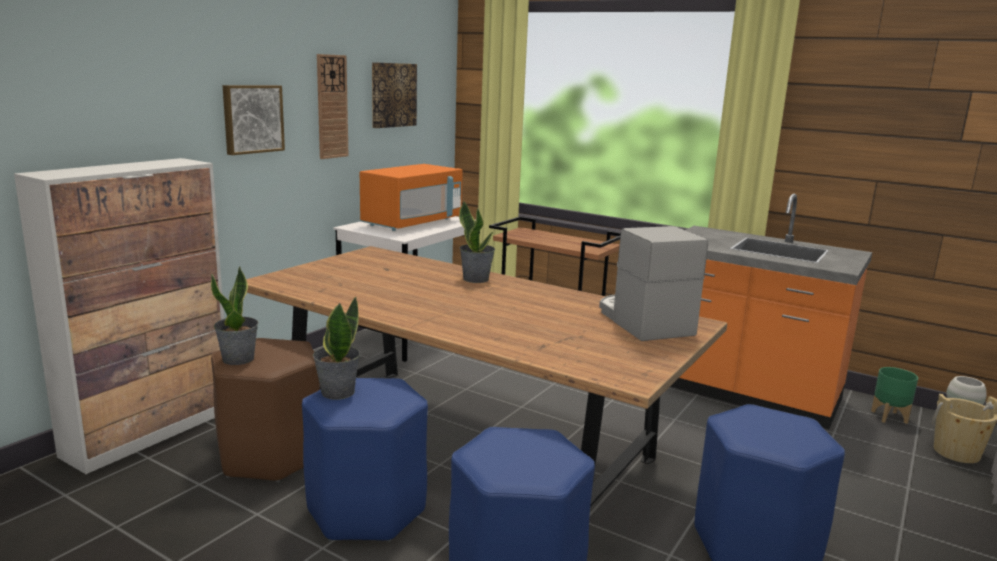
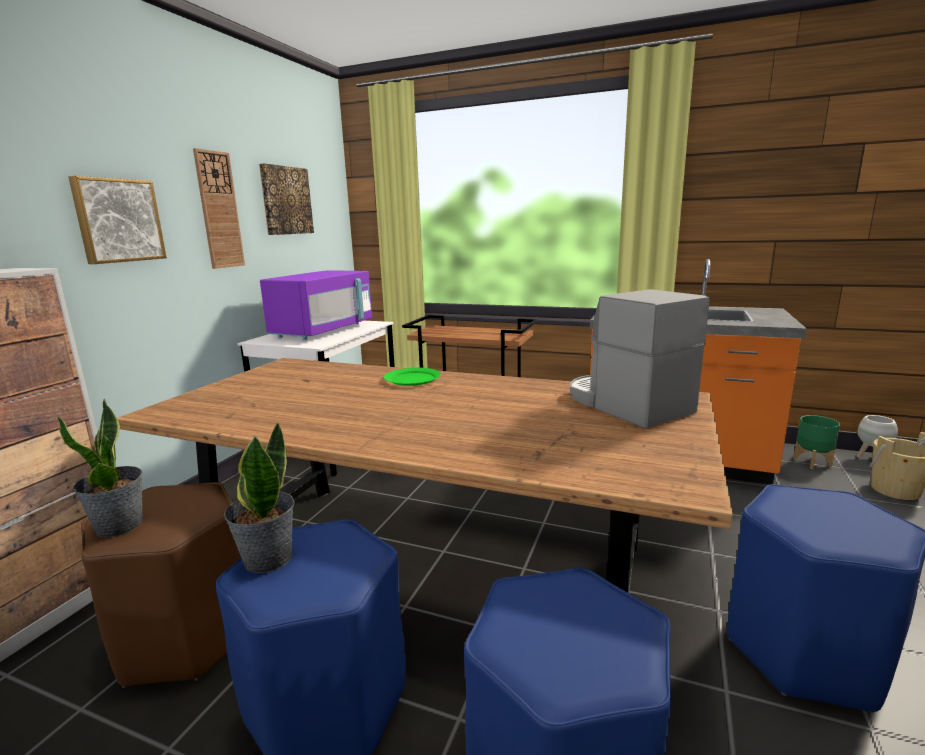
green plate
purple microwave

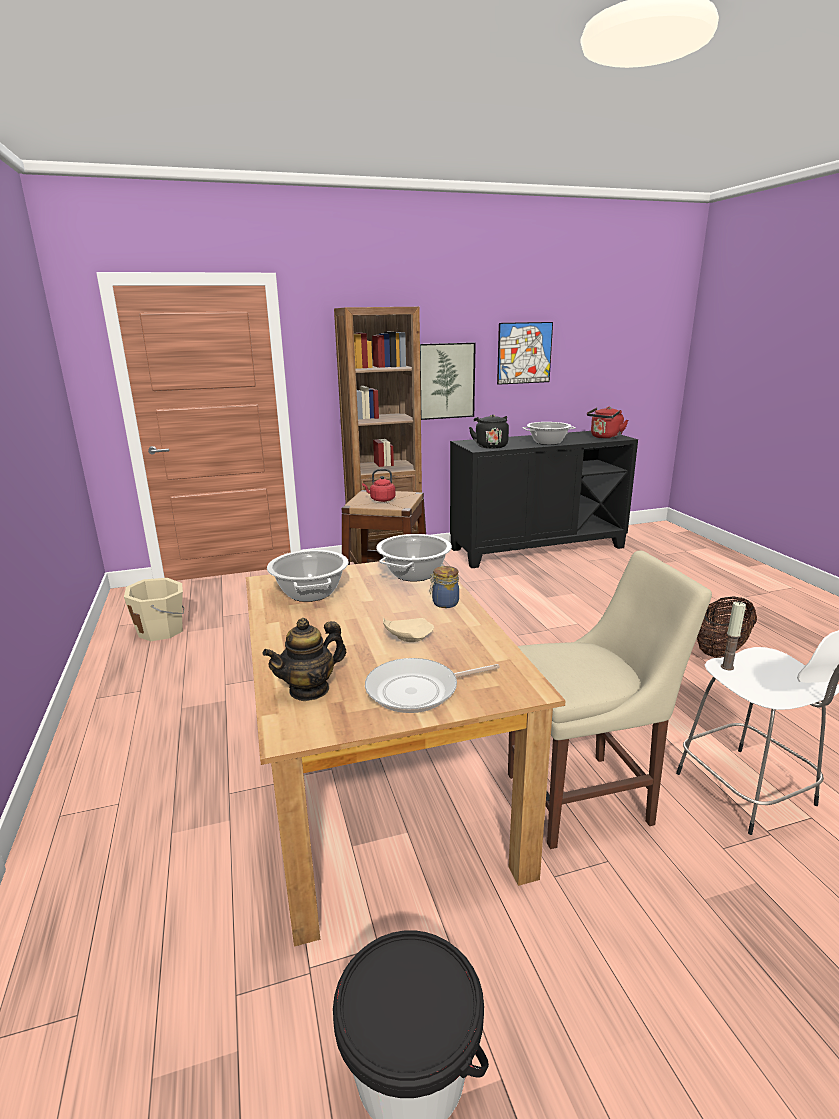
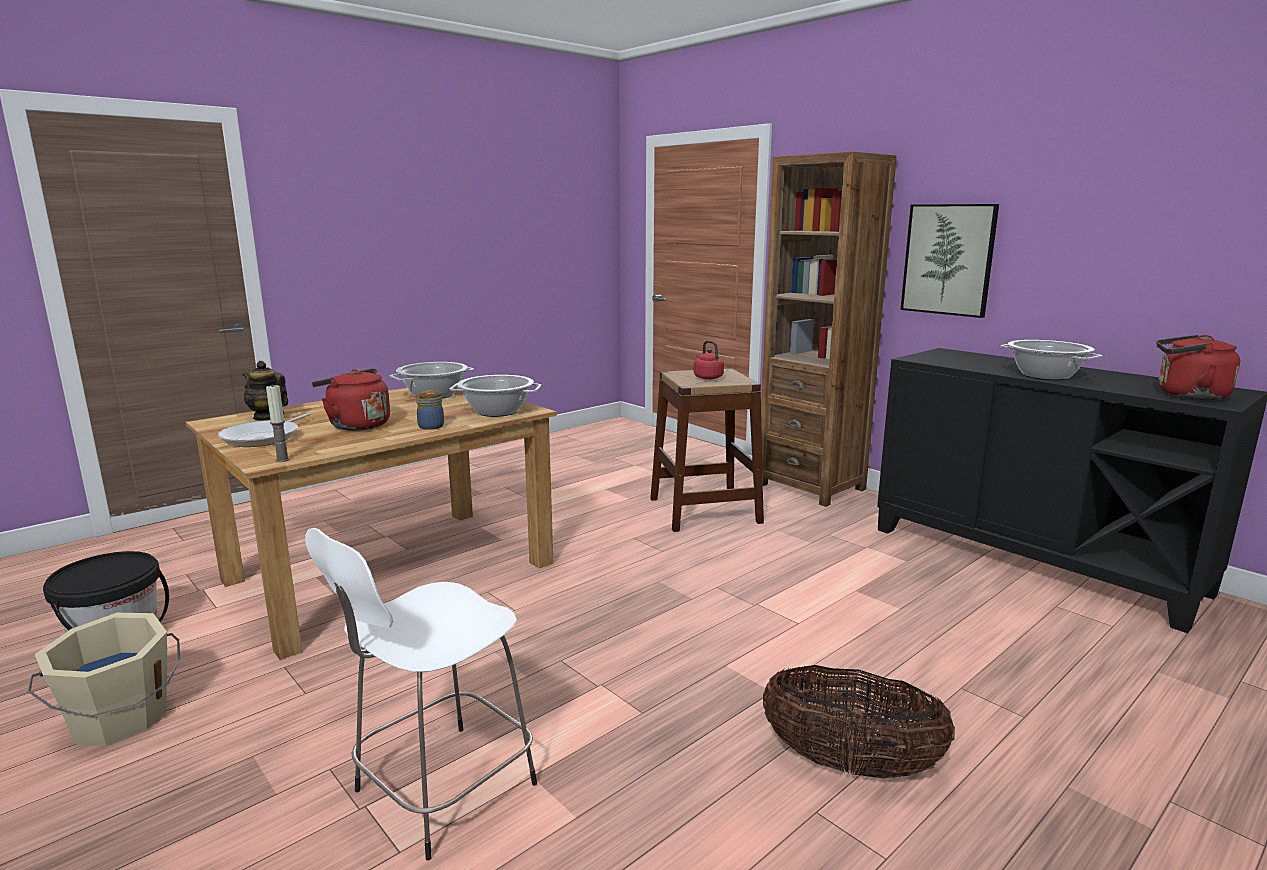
black kettle
picture (2nd from left in the first image)
beige chair
beige bucket
candle
red kettle (1st from left)
frying pan

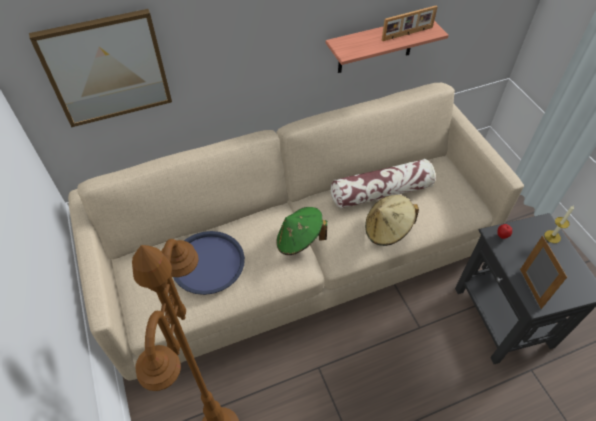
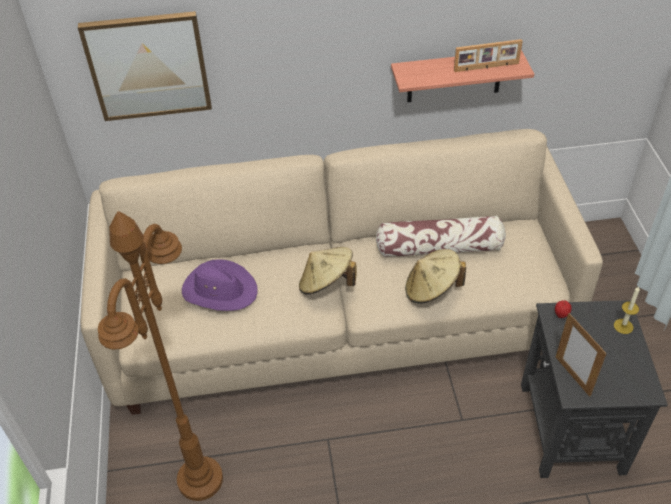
purple hat
beige hat (1st from left)
picture frame (2nd from left)

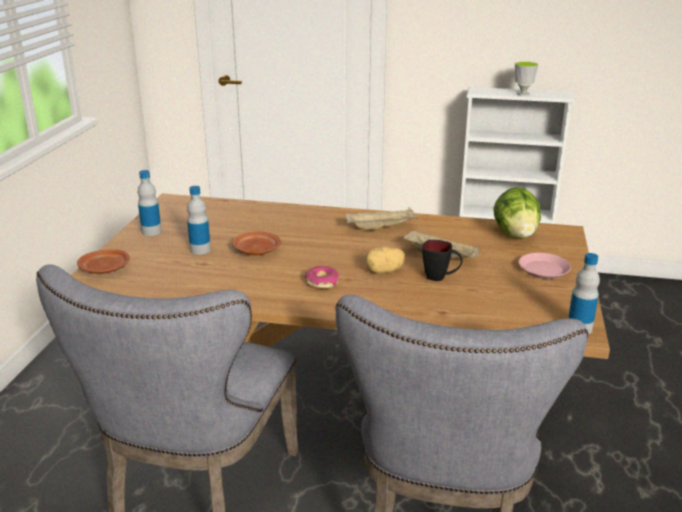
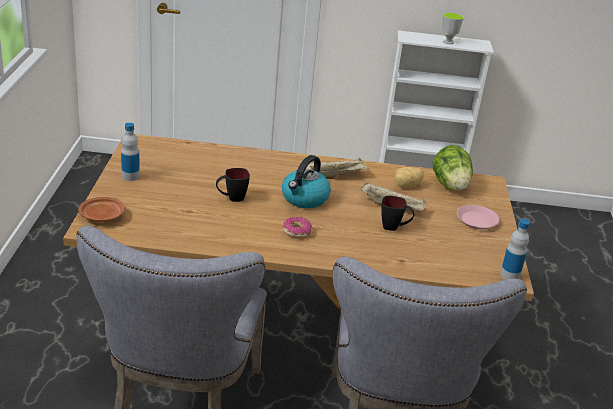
bottle (2nd from left in the first image)
kettle
potato
black mug (1st from left)

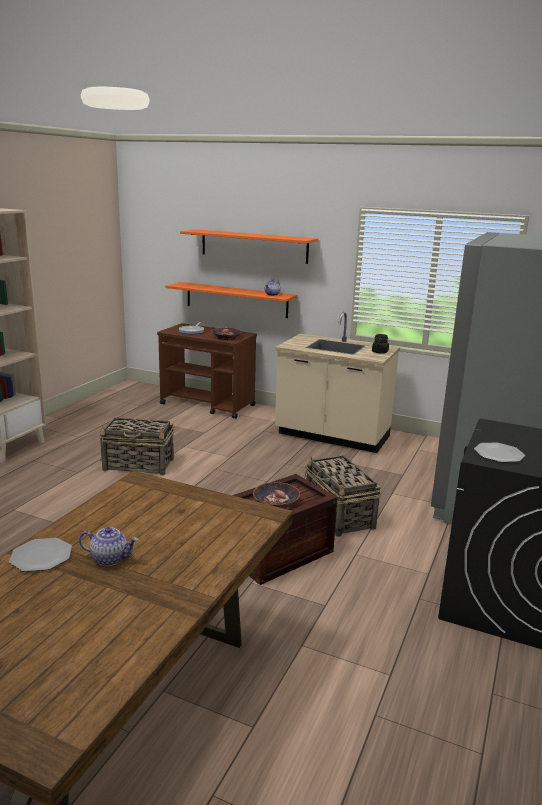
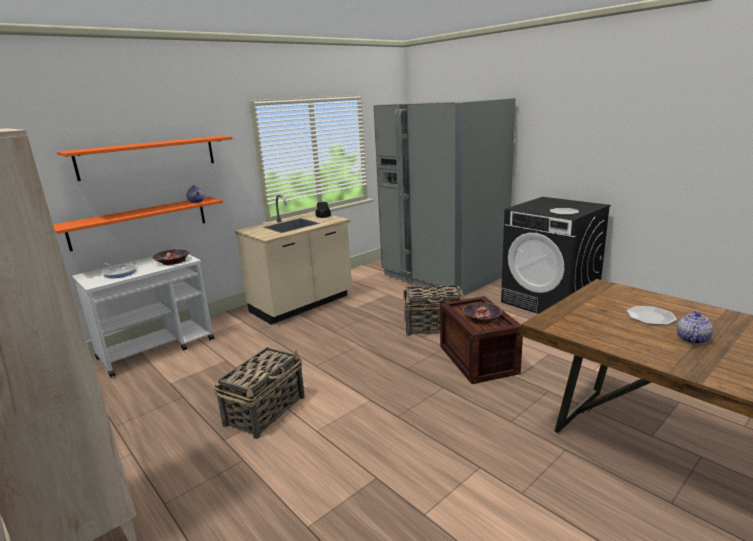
plate (2nd from left)
white cart

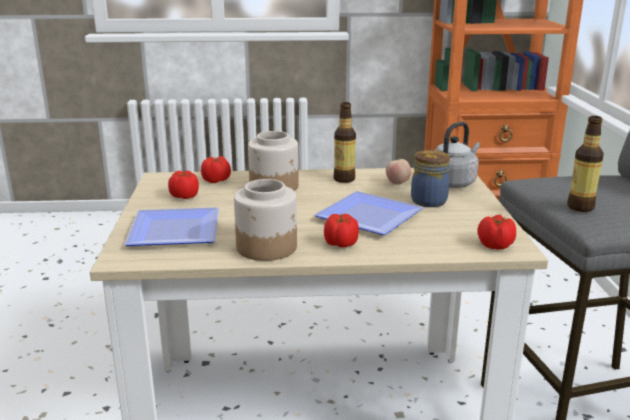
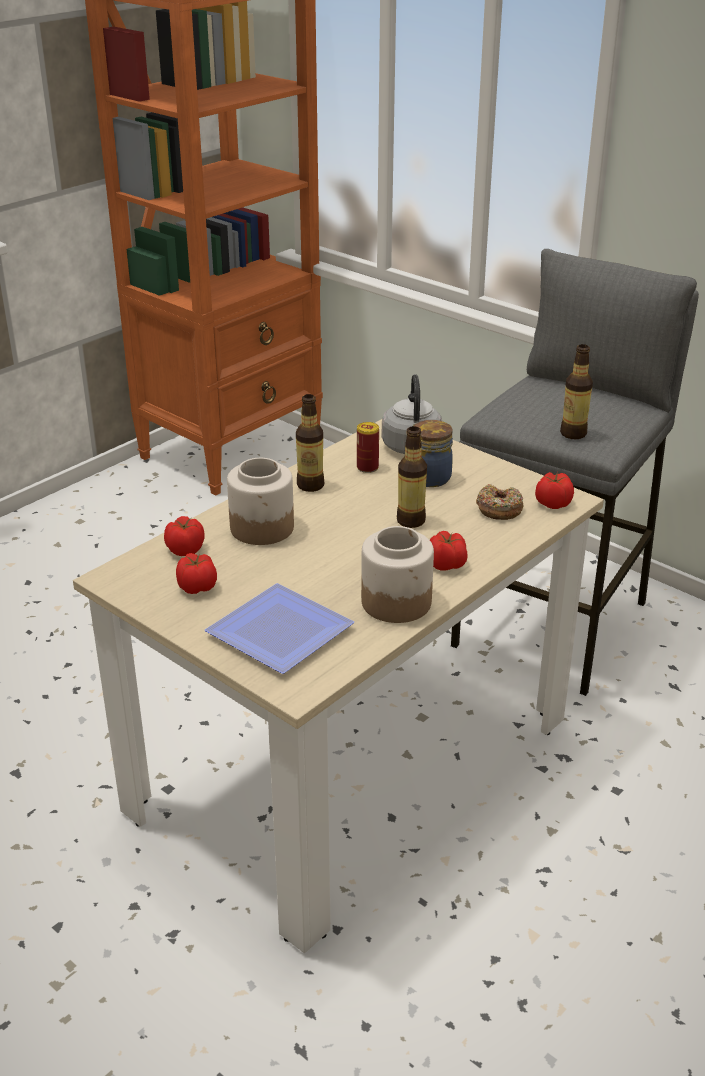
donut
bottle (2nd from left)
can

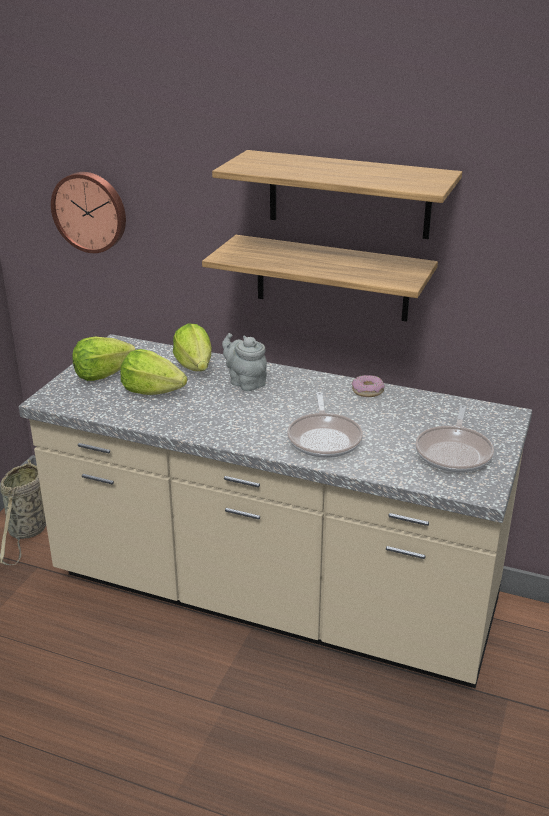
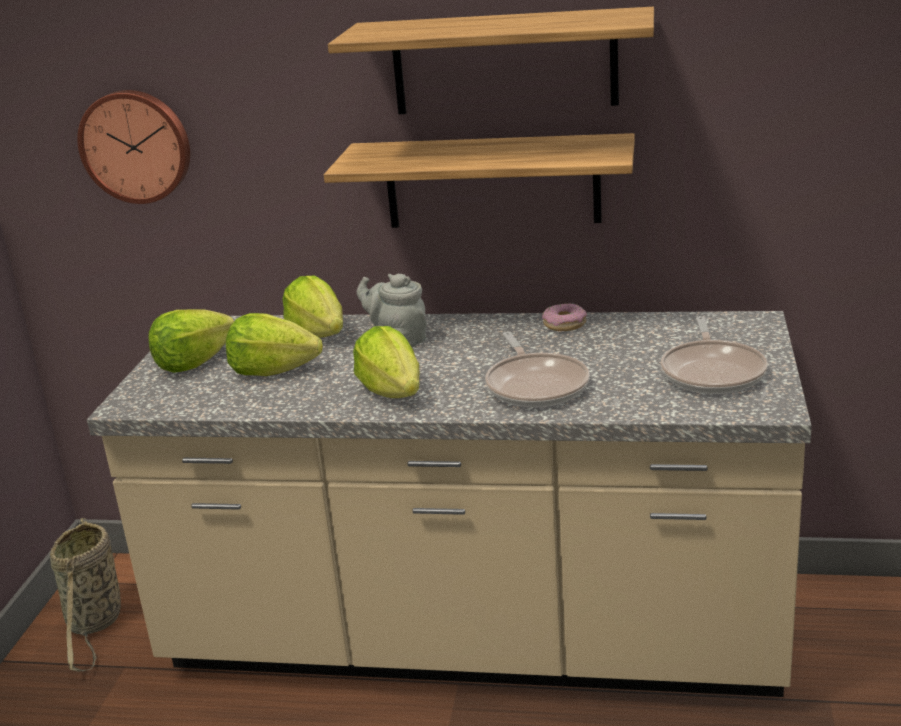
lettuce (4th from left)

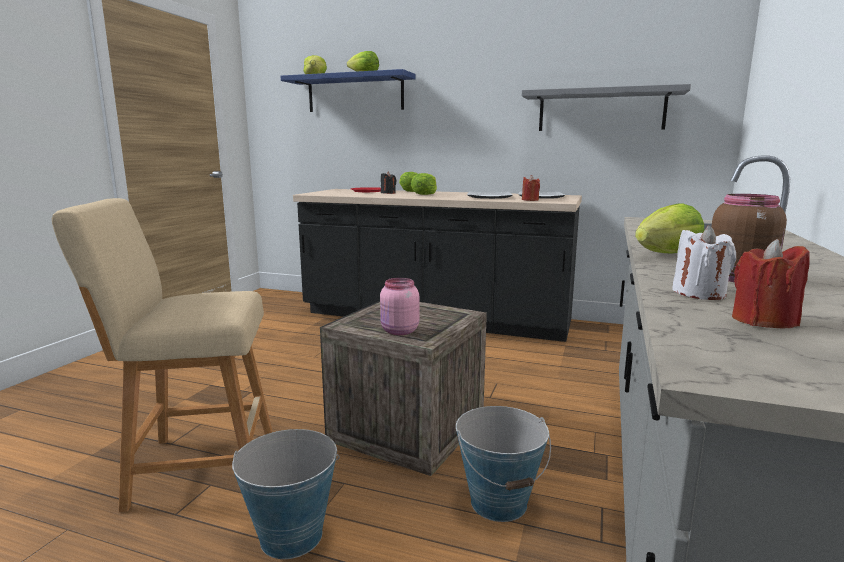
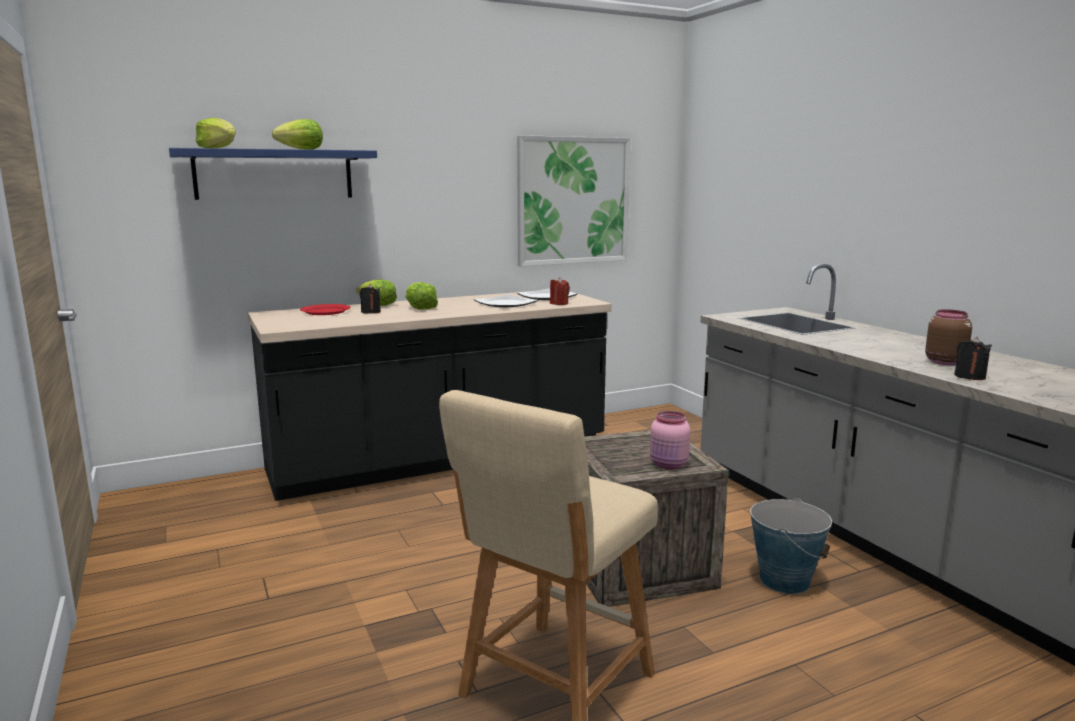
bucket (1st from left in the first image)
lettuce (5th from left in the first image)
red candle (2nd from left in the first image)
picture
black candle (2nd from left)

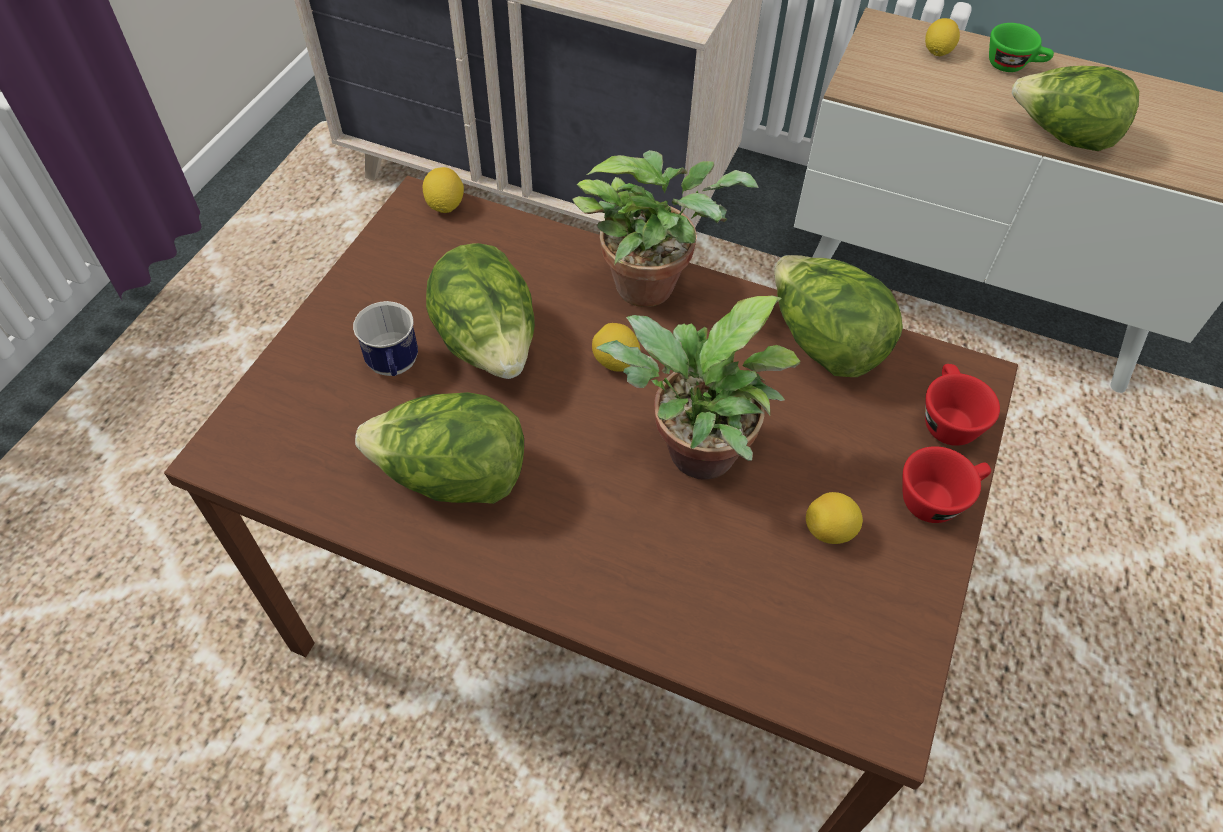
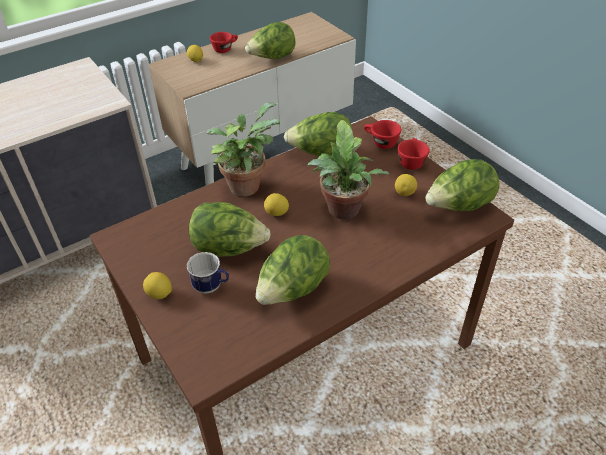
lettuce (5th from left)
lemon (1st from left)
red cup (1st from left)

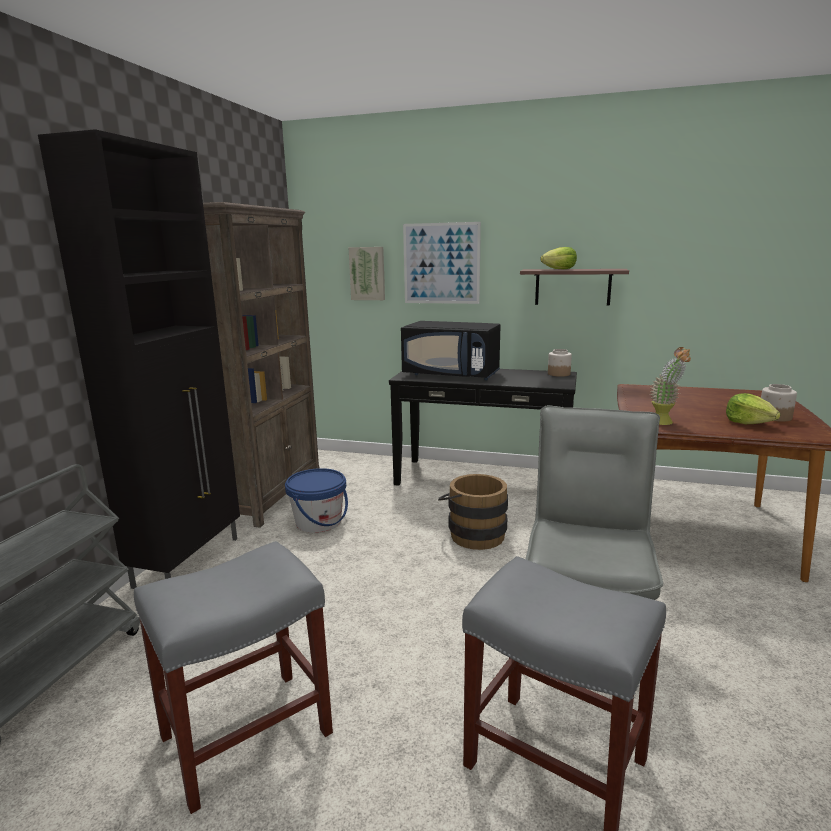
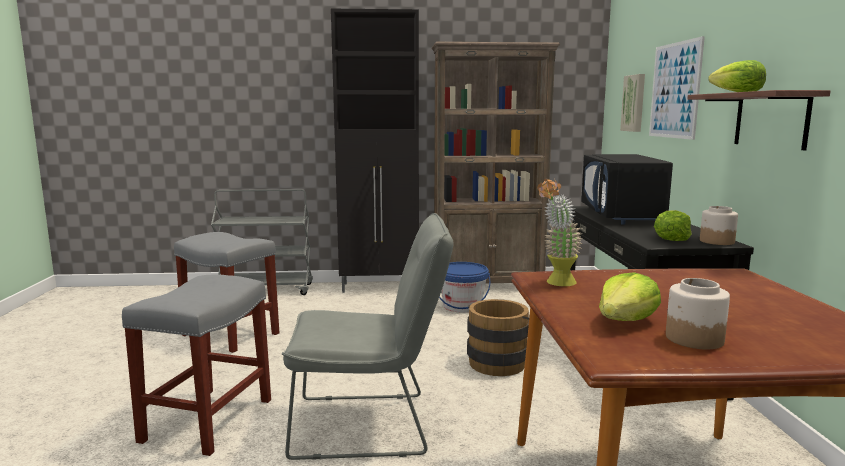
lettuce (2nd from left)

